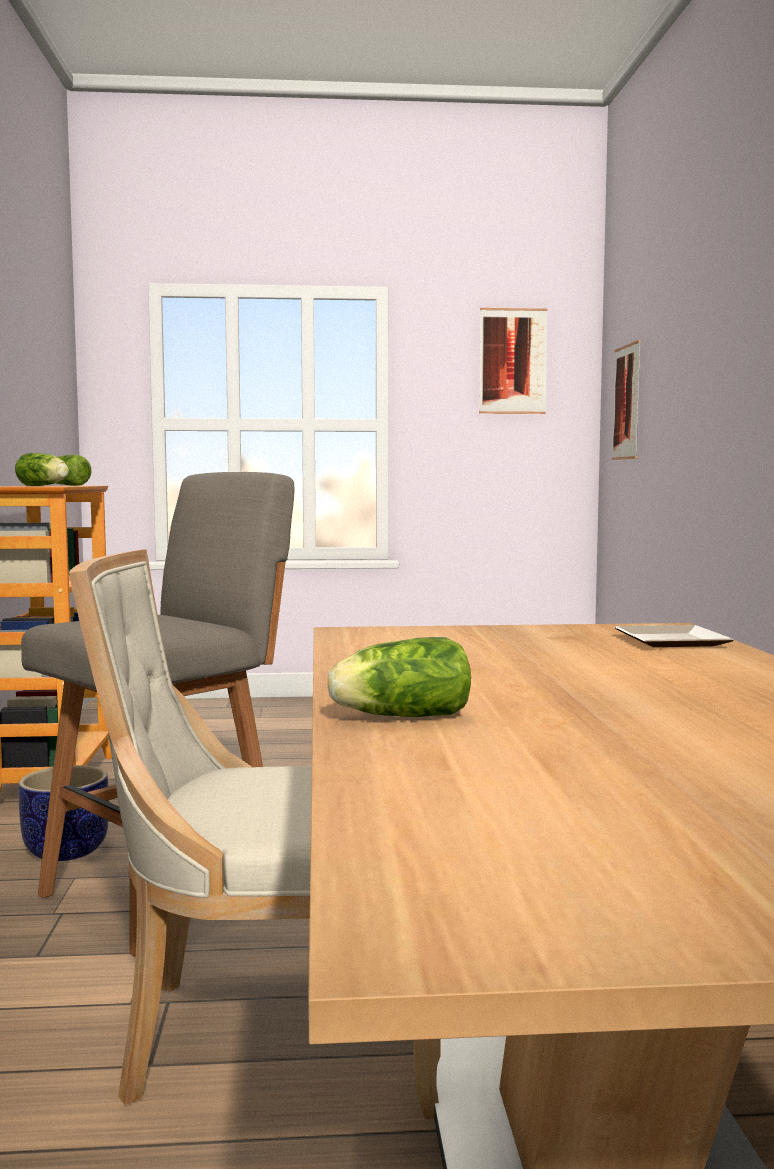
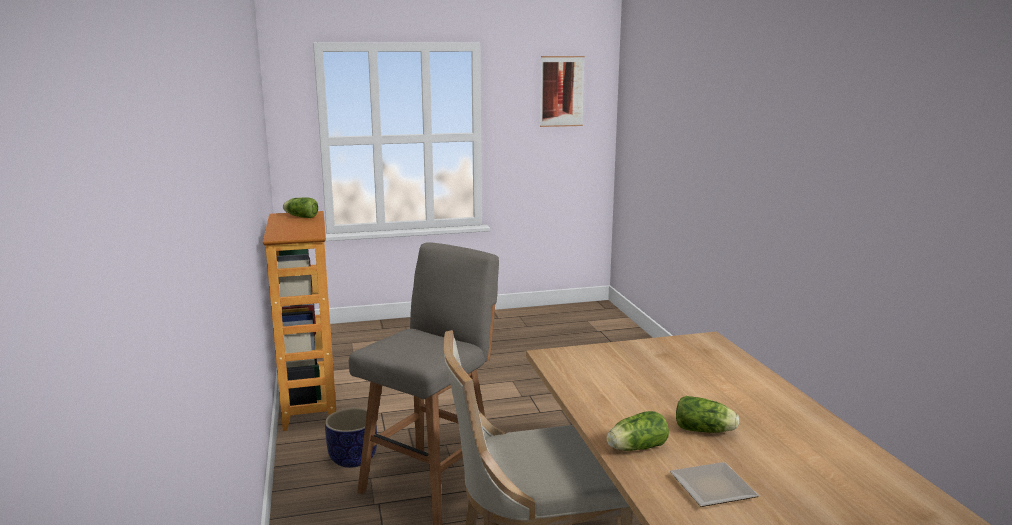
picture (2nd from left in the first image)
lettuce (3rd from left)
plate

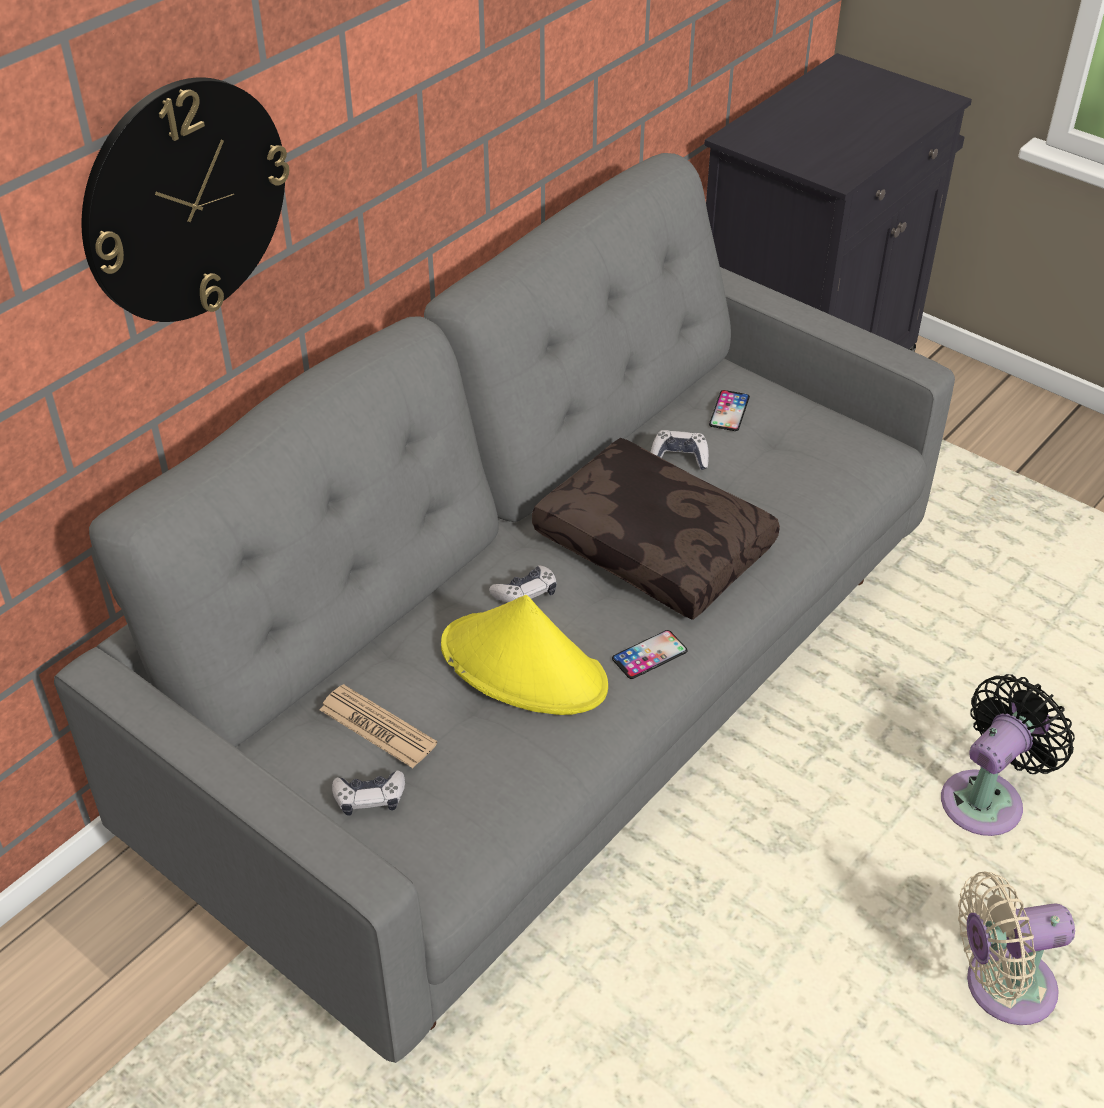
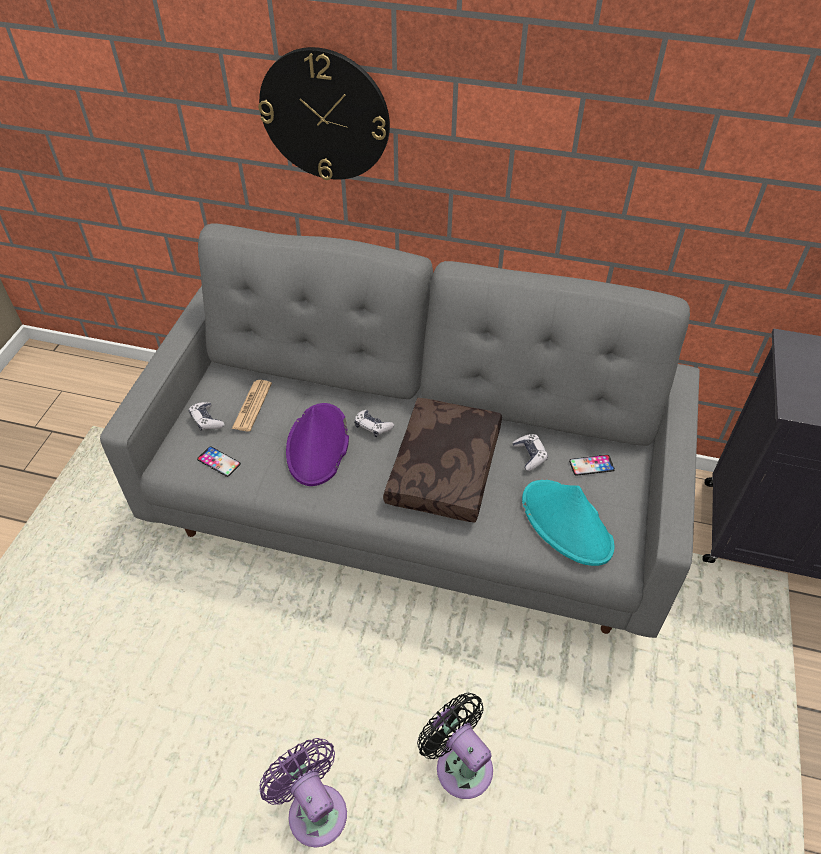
turquoise hat
phone (1st from left)
purple hat
purple fan
black fan

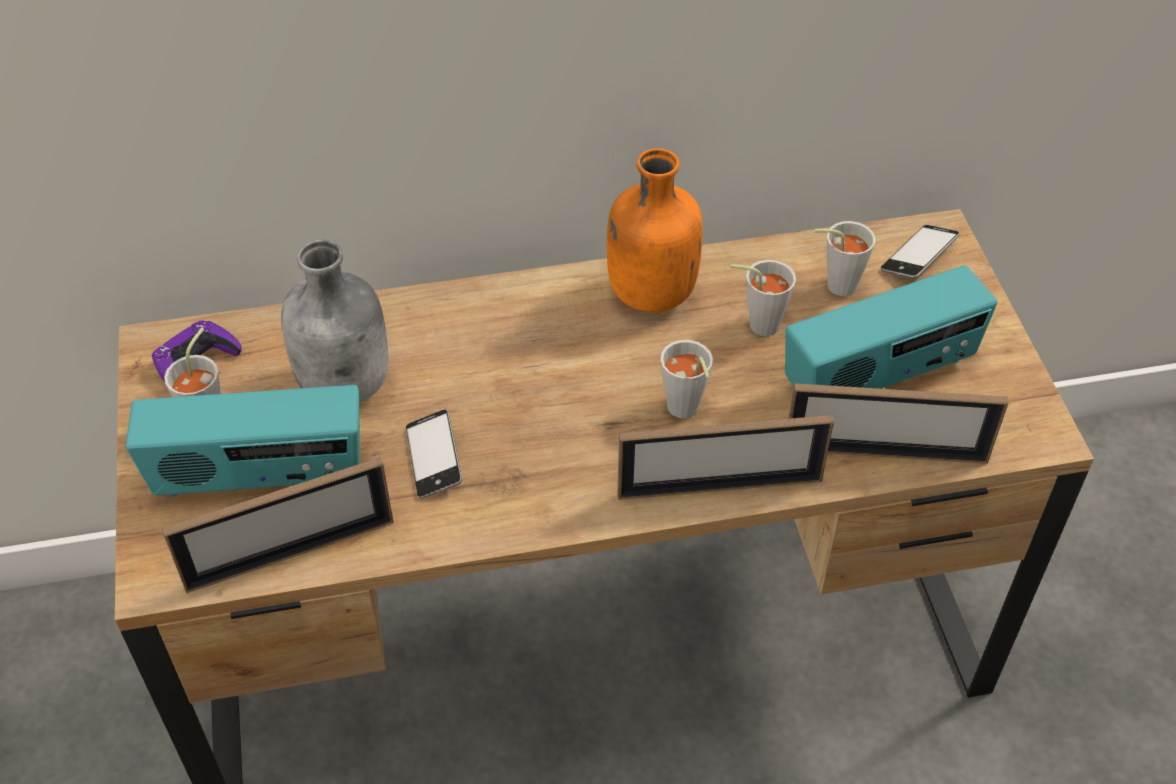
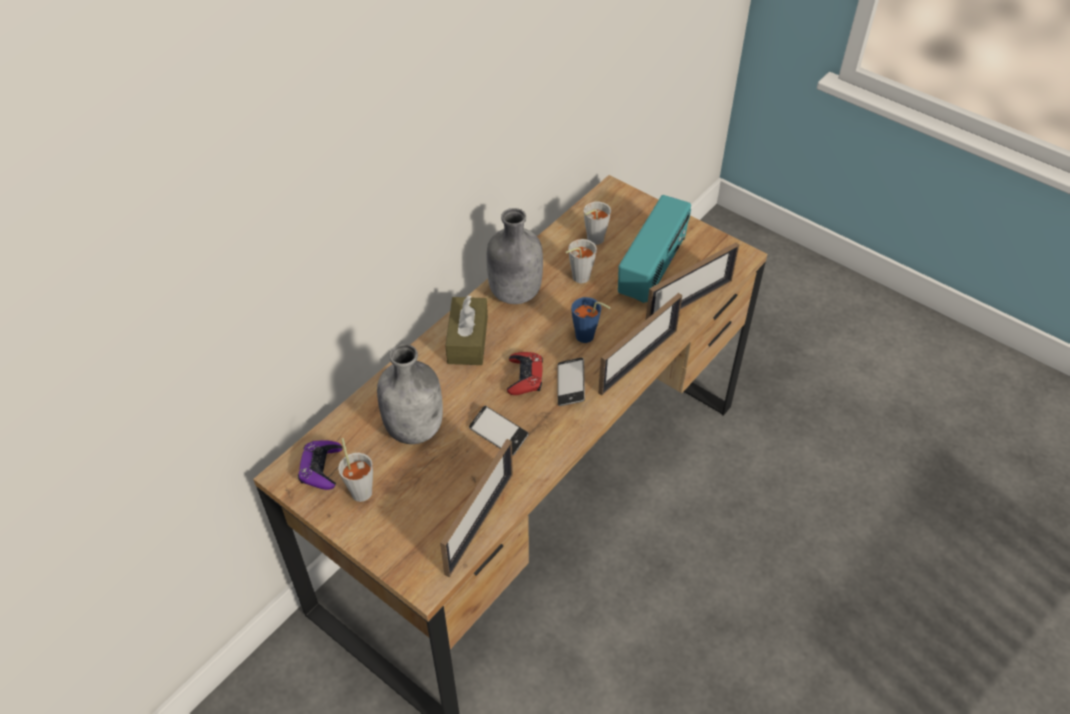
radio (1st from left in the first image)
brown tissue box
red game controller
phone (2nd from left)
grey bottle (2nd from left)
blue cup

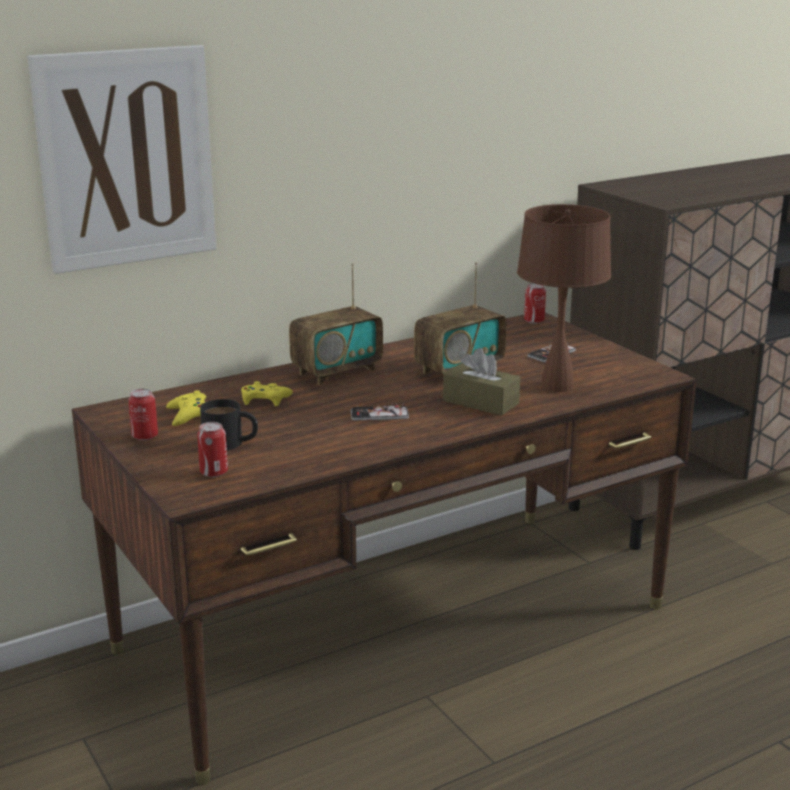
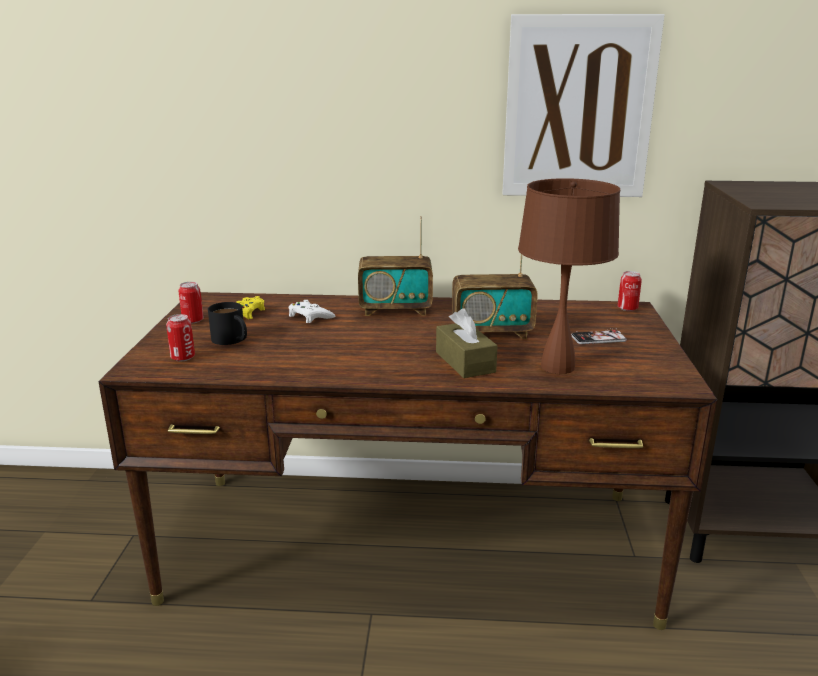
phone (1st from left in the first image)
picture
white game controller

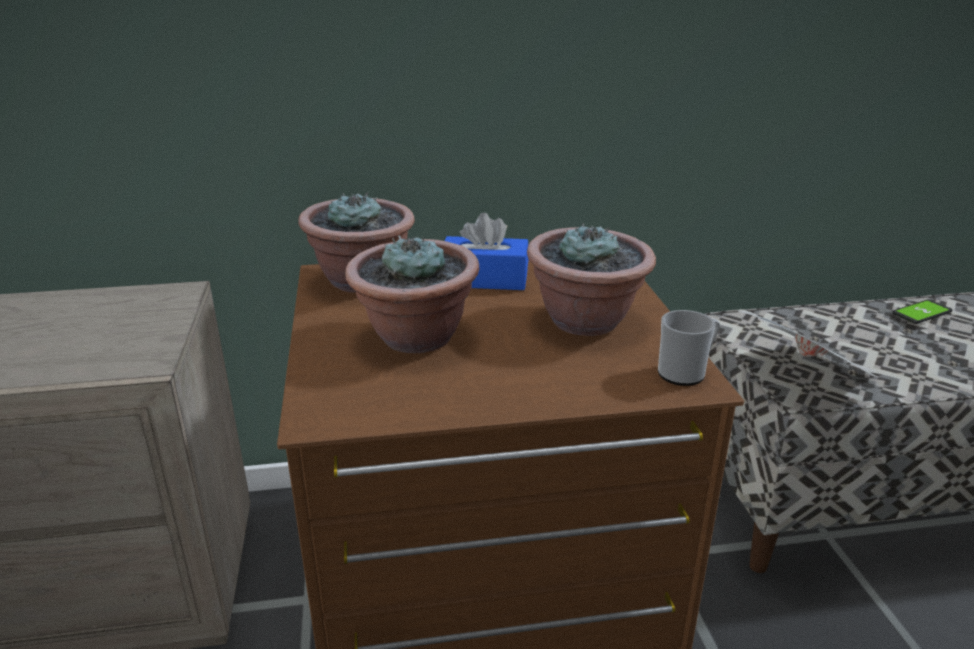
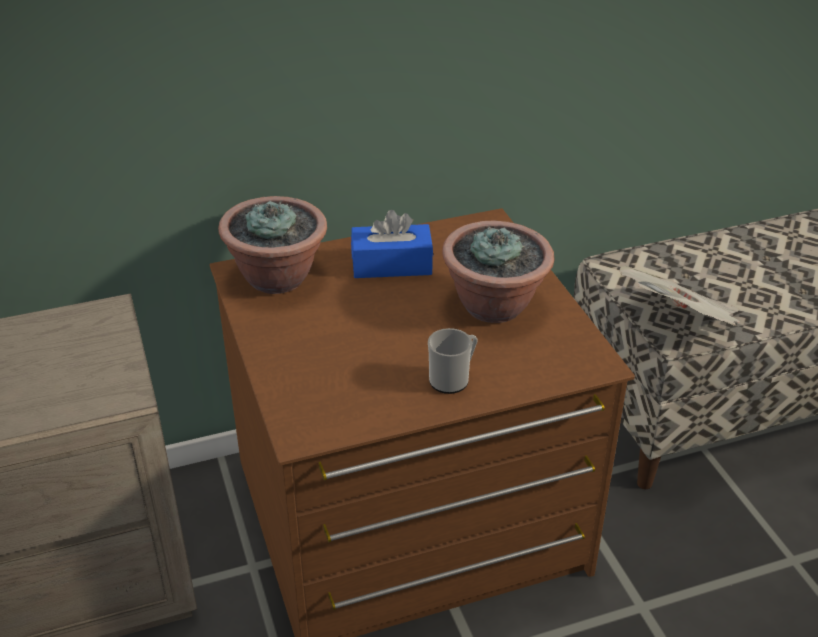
potted plant (2nd from left in the first image)
phone
mug

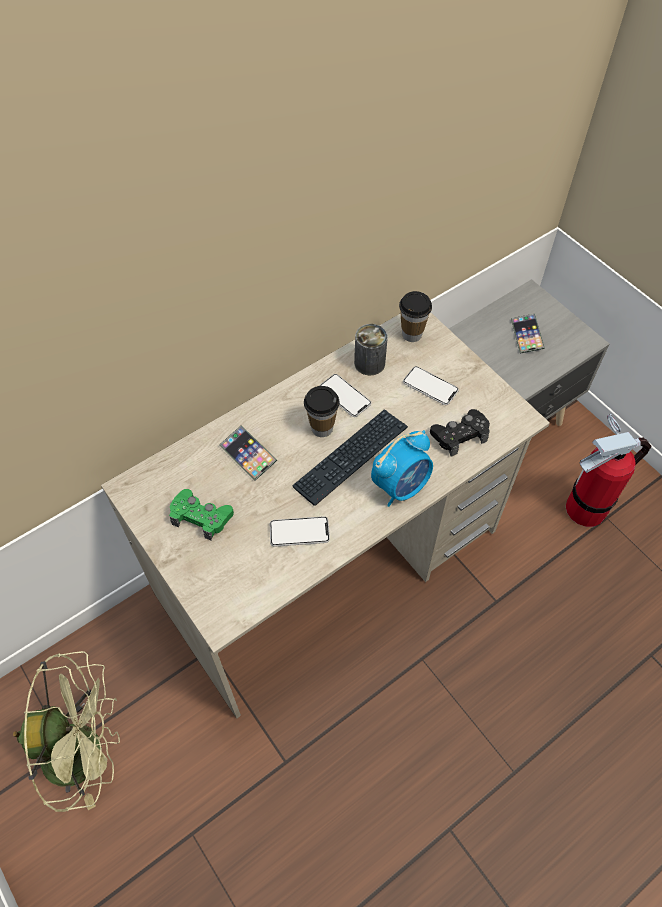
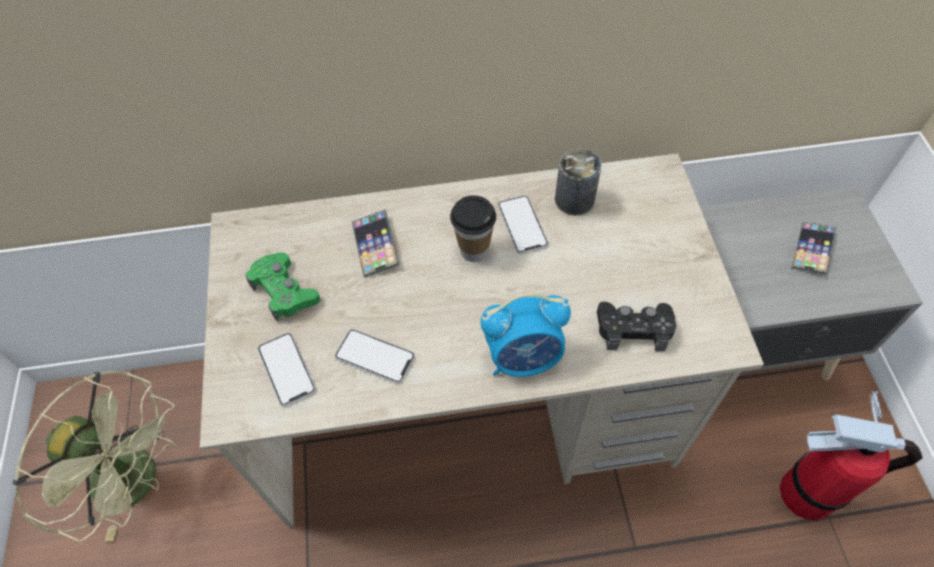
keyboard
cup (2nd from left in the first image)
phone (1st from left)

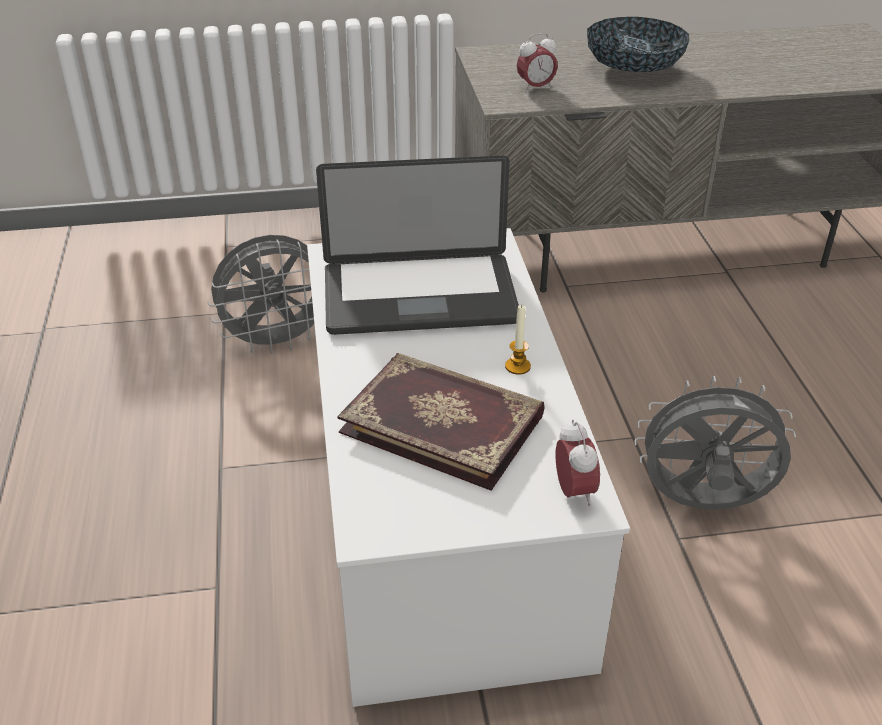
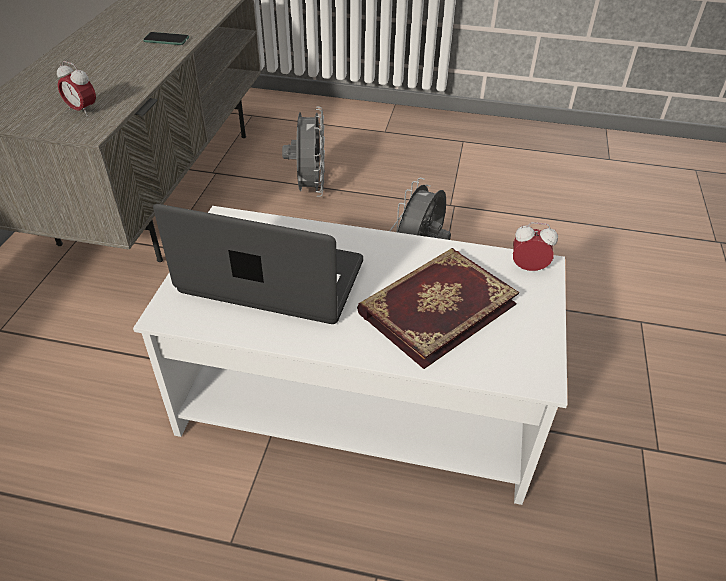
candle
bowl
phone
grey fan (1st from left)
laptop
alarm clock (1st from left)

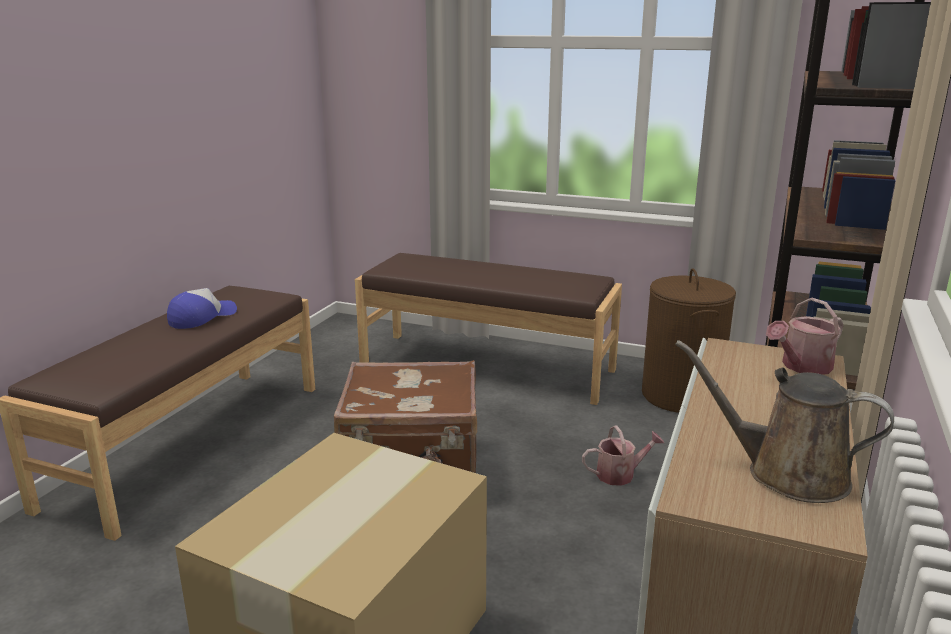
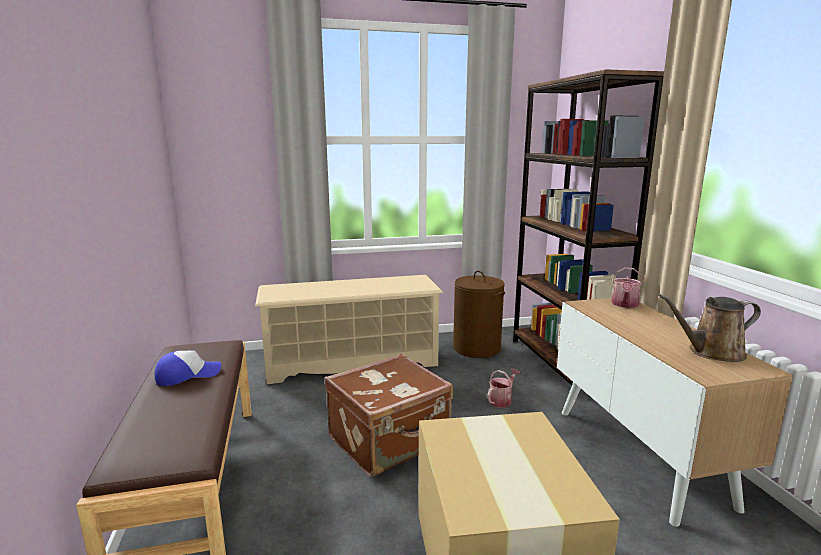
beige shoe rack
cap

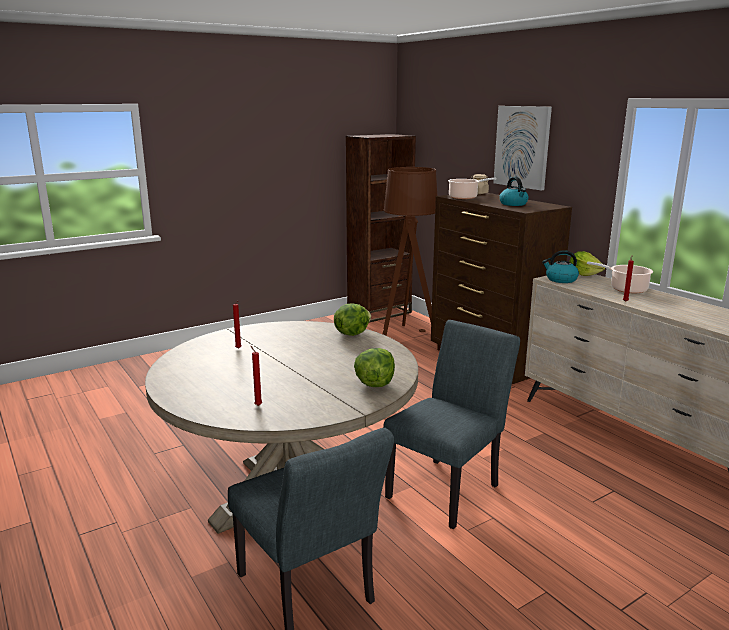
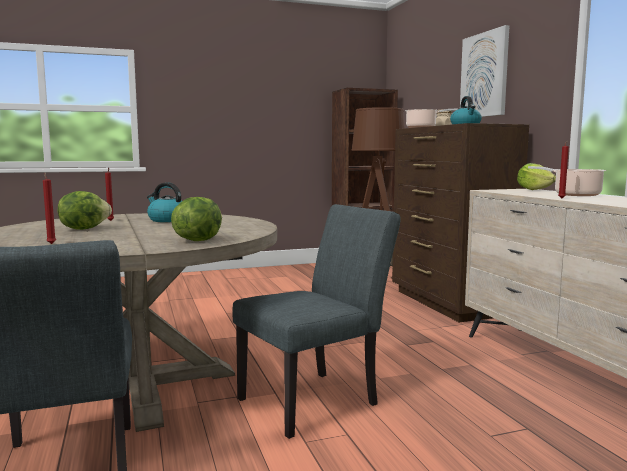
lettuce (1st from left)
kettle (1st from left)

